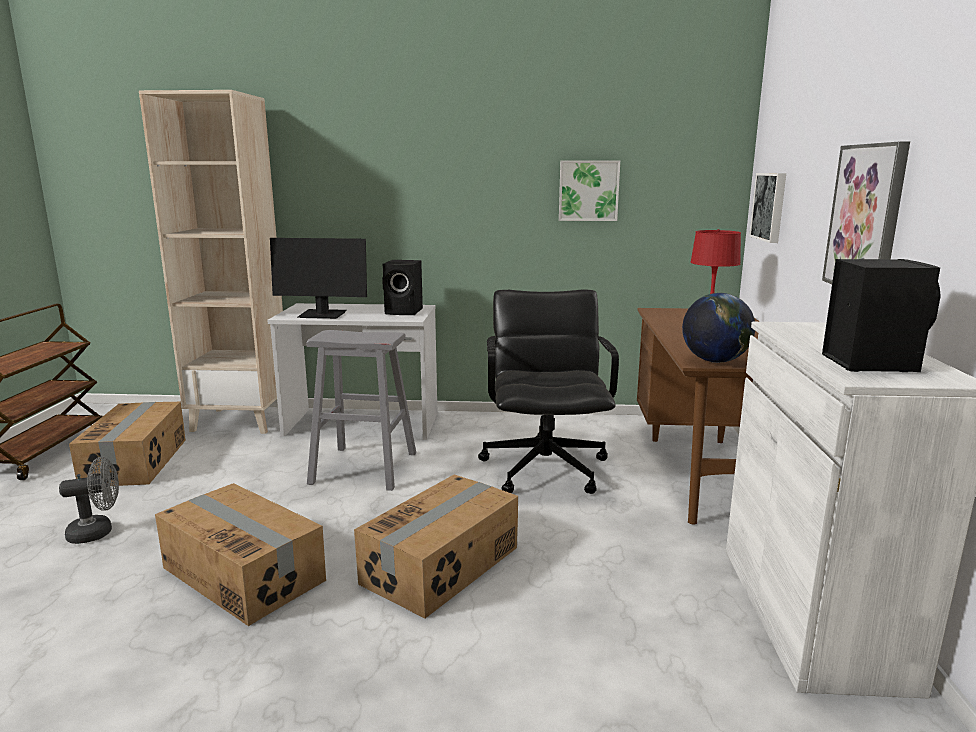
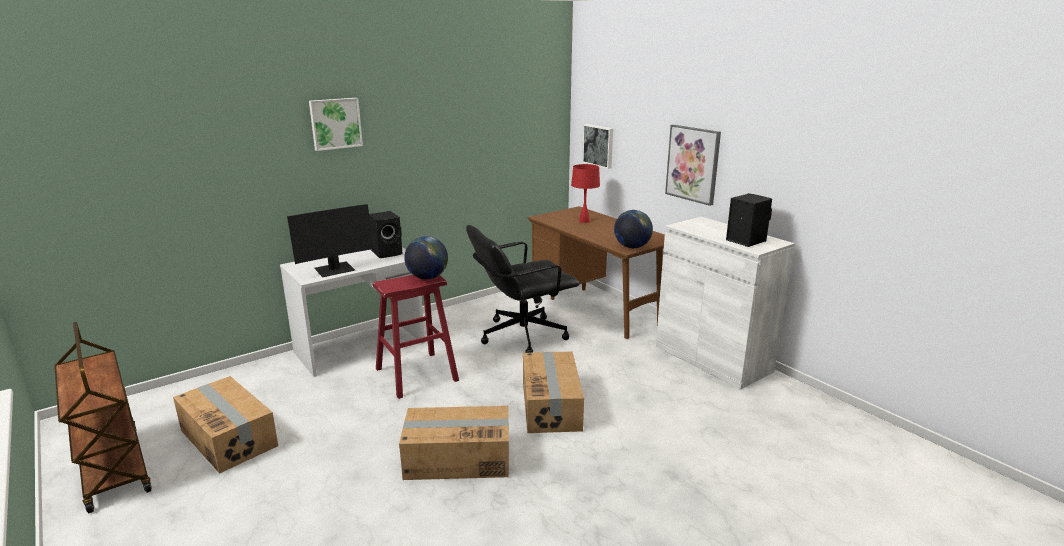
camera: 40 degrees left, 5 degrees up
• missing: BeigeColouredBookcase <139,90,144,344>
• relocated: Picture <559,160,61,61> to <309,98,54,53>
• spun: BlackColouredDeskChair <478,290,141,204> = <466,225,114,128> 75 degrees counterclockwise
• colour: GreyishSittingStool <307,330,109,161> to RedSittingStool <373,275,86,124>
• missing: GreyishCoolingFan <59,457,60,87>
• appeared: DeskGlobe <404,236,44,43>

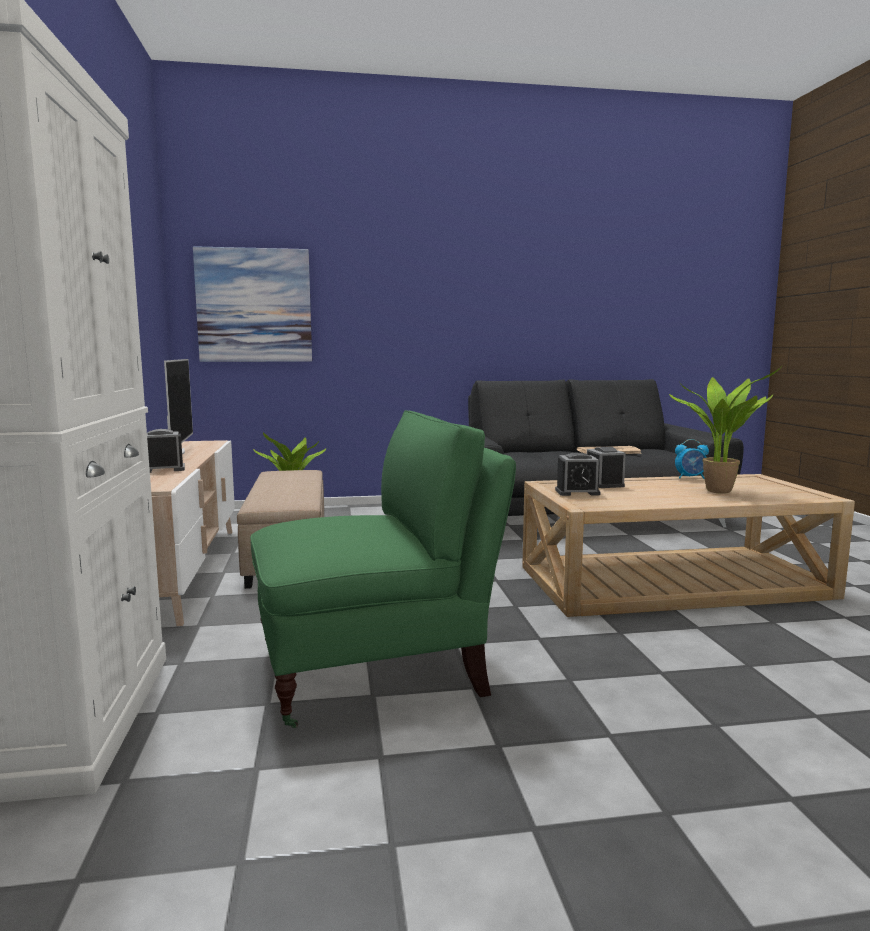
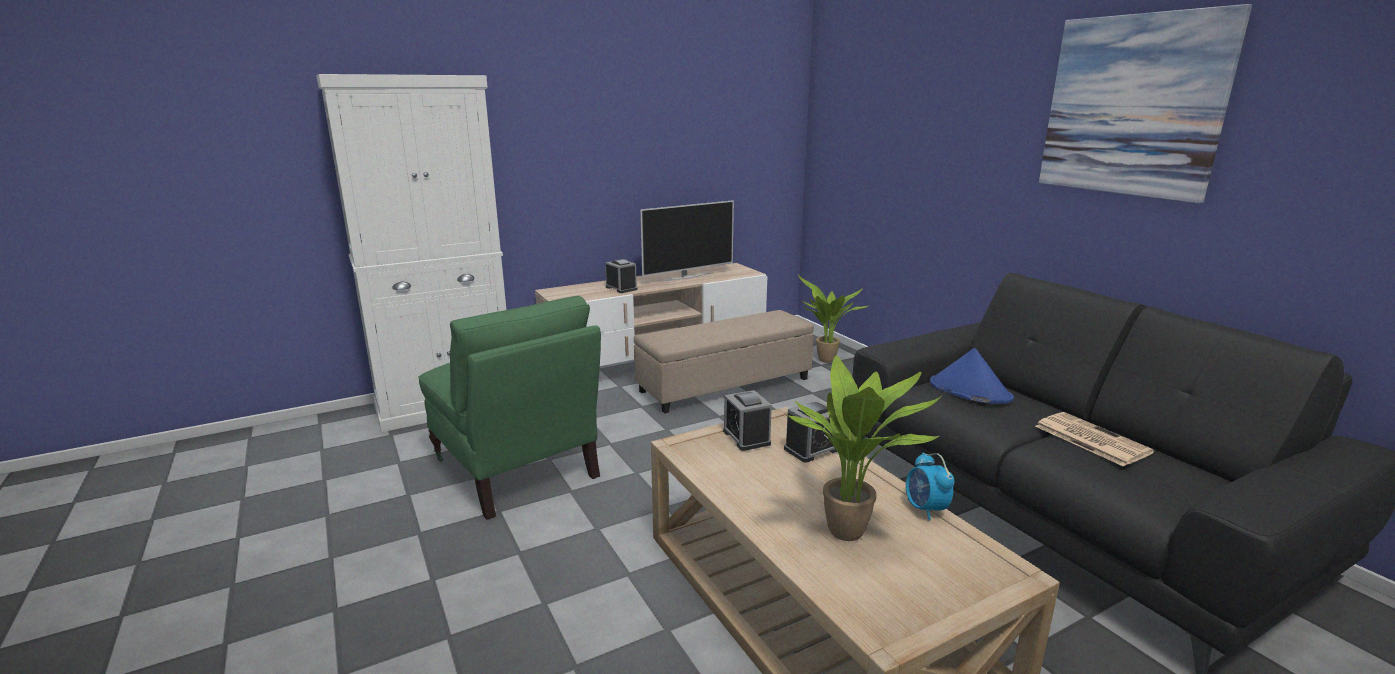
camera: 70 degrees right, 10 degrees up
• relocated: Picture <193,246,119,116> to <1039,4,213,199>
• appeared: BluishClothingHat <930,348,84,56>

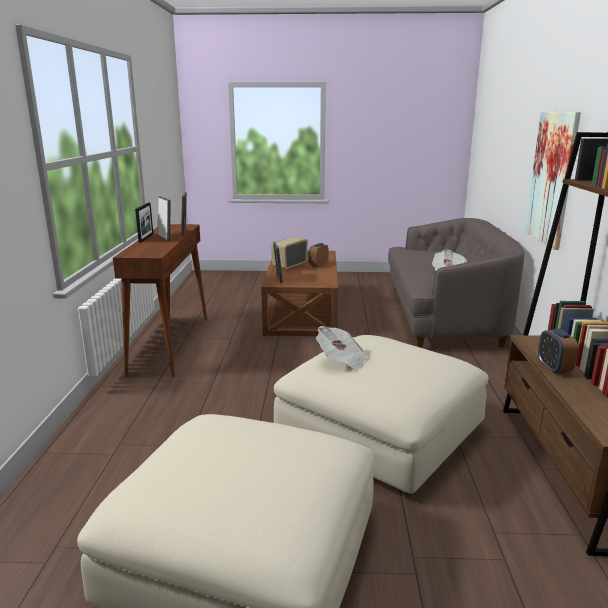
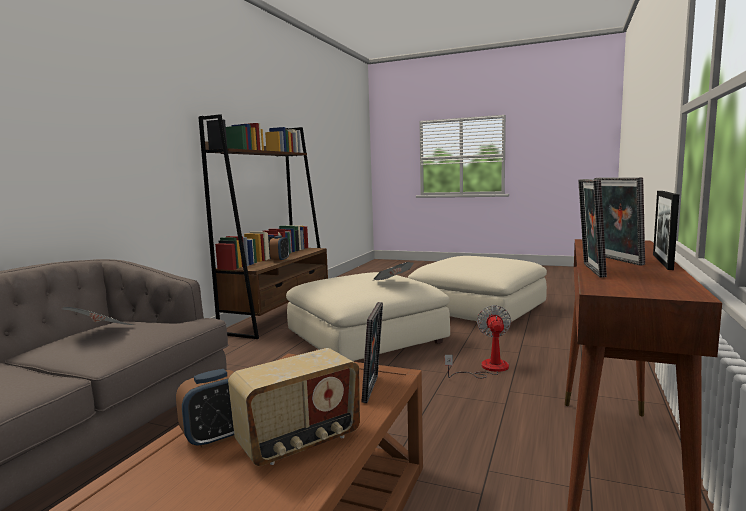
camera: 160 degrees left, 10 degrees down
• missing: Picture <525,112,56,138>
• appeared: CoolingFan <445,305,66,74>

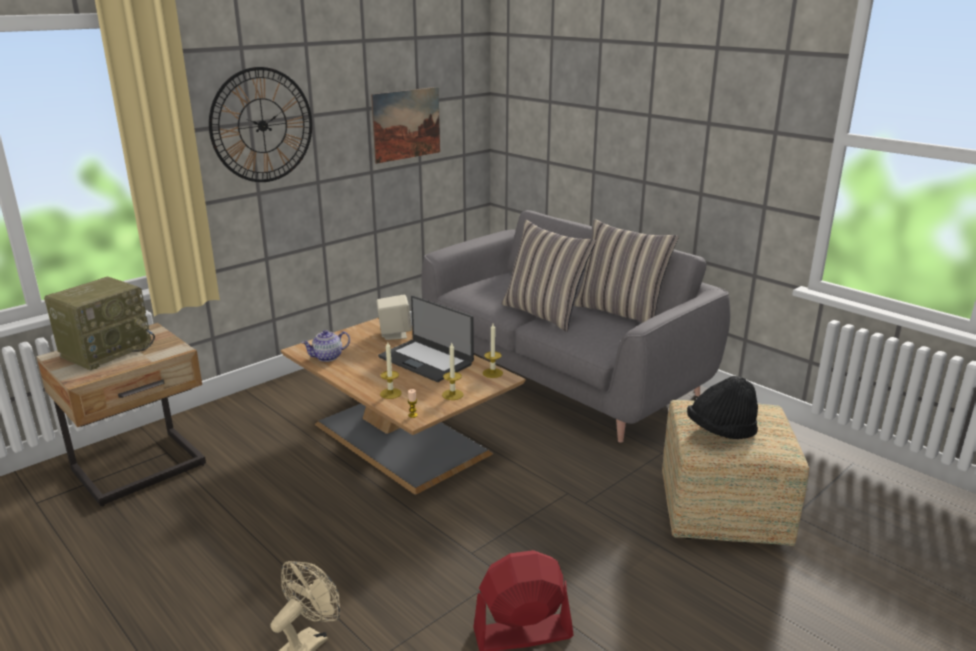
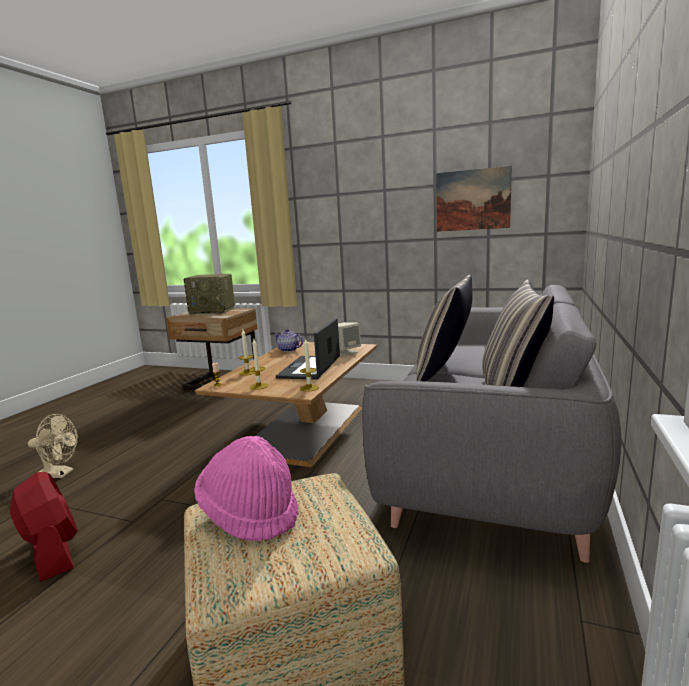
camera: 65 degrees right, 10 degrees down
• missing: WallClock <209,67,103,115>
• colour: BlackColouredClothingHat <687,376,71,63> to PinkColouredClothingHat <194,436,104,105>

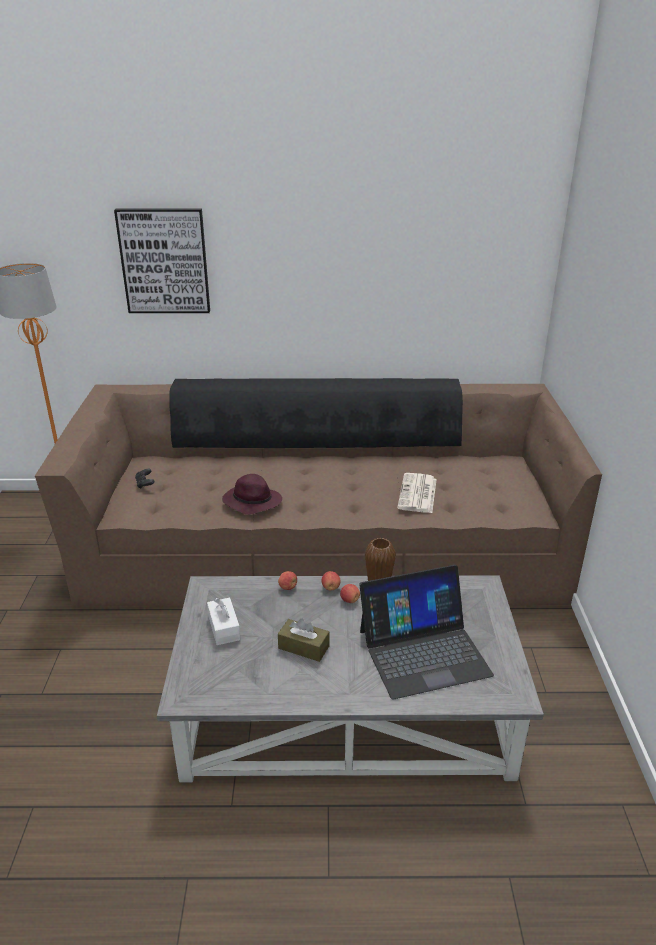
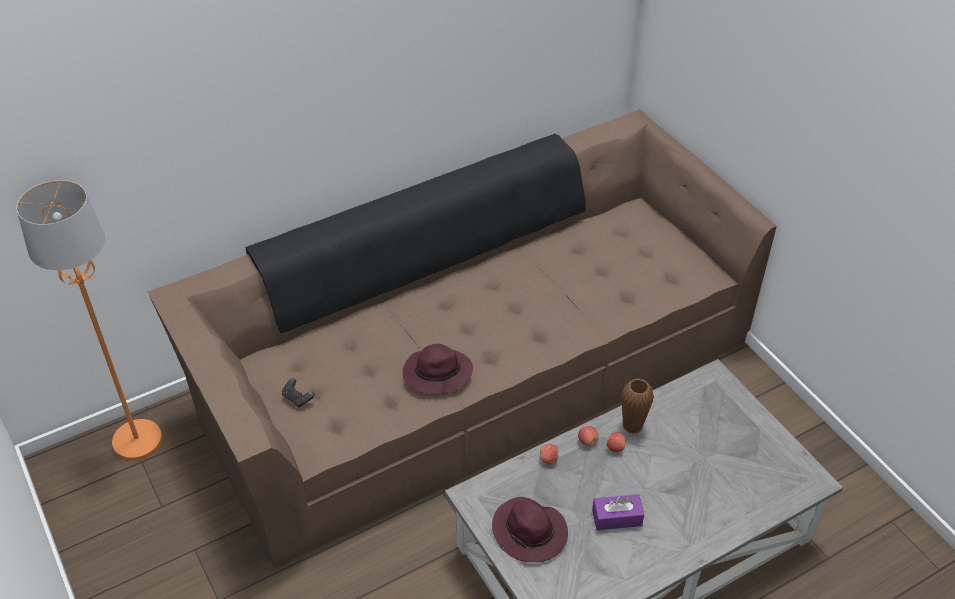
camera: 30 degrees left, 15 degrees up
• missing: Picture <114,208,96,105>
• missing: DailyPaper <397,473,40,40>
• missing: PortableComputer <359,565,135,134>
• exchanged: WhiteTissueHolder <207,597,33,48> to PurplishClothingHat <492,497,76,65>
• colour: BrownishTissueHolder <278,619,52,43> to PurplishTissueHolder <592,494,52,36>

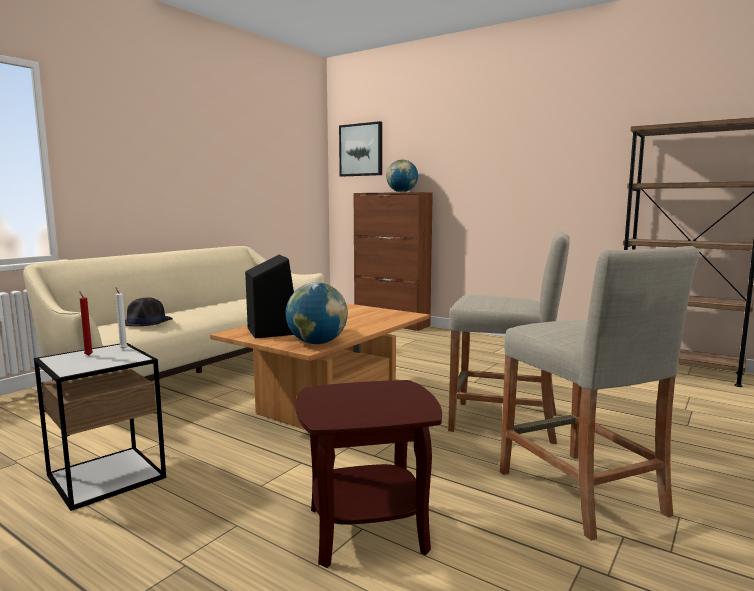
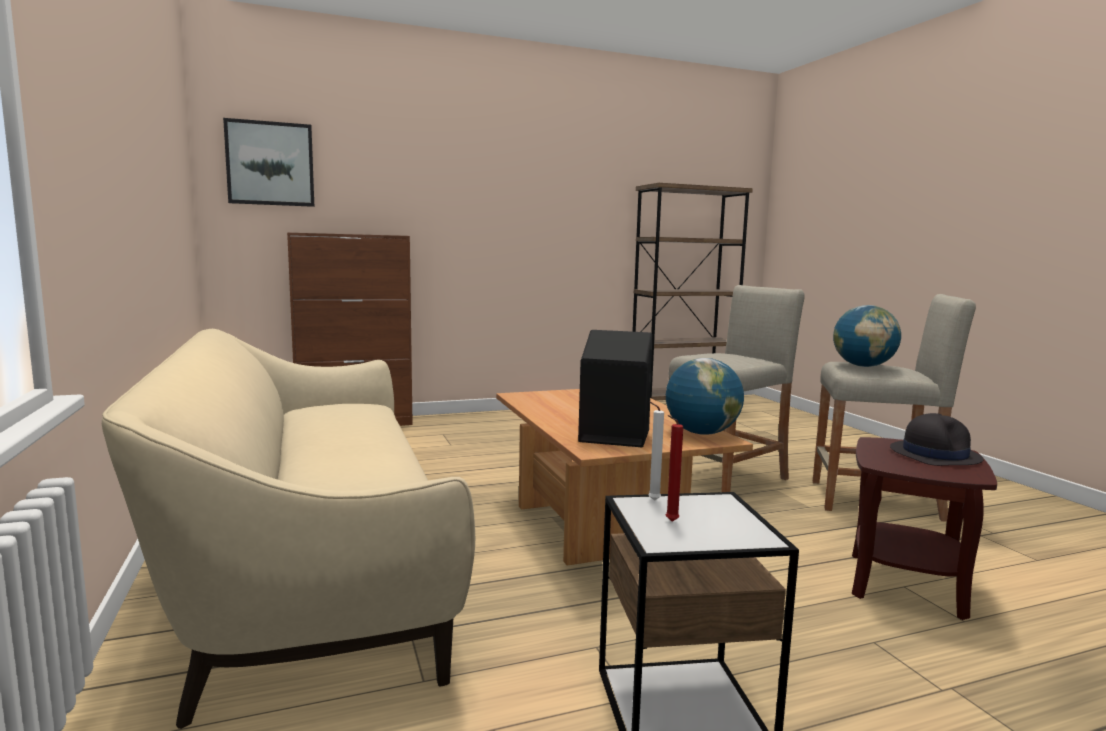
camera: 55 degrees left, 0 degrees up
• relocated: DeskGlobe <386,160,32,32> to <833,305,68,62>
• relocated: BlackColouredClothingHat <125,298,48,28> to <890,413,94,53>

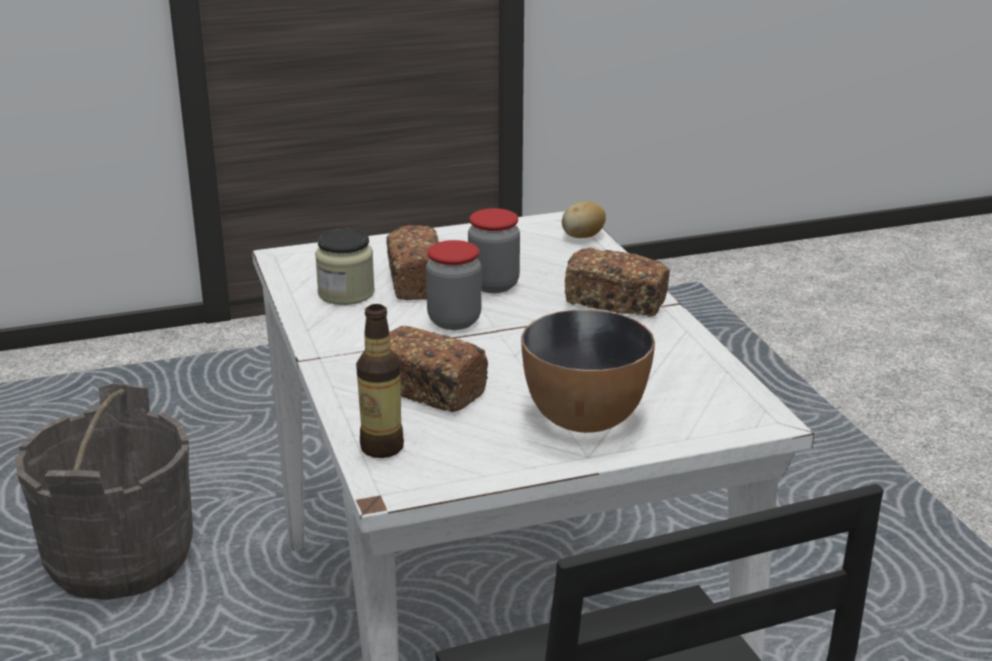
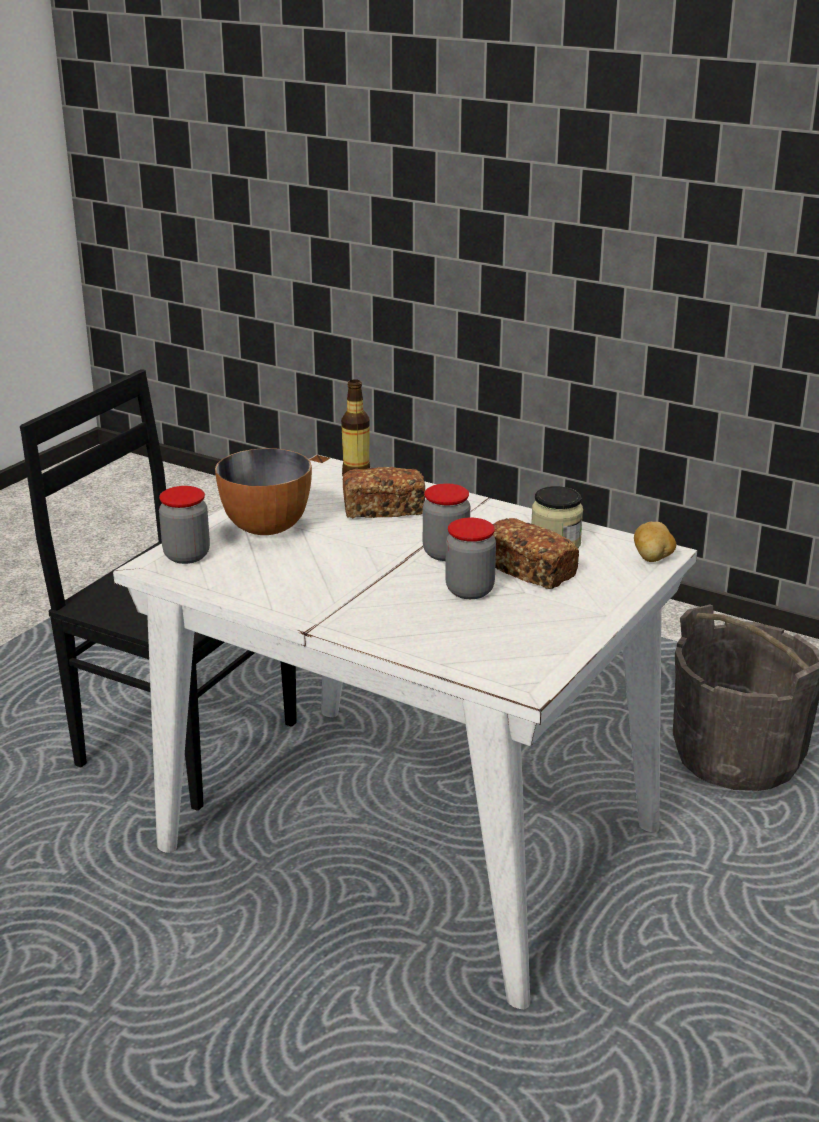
camera: 140 degrees right, 0 degrees up
• relocated: Potato <562,202,44,36> to <634,522,42,40>
• missing: Bread <565,248,105,69>
• appeared: StorageJar <159,486,51,78>

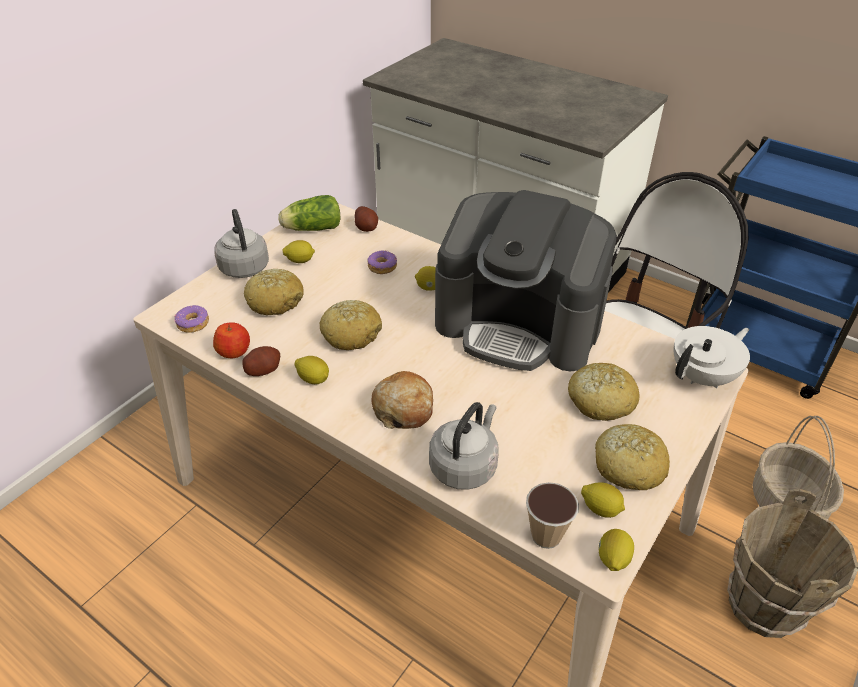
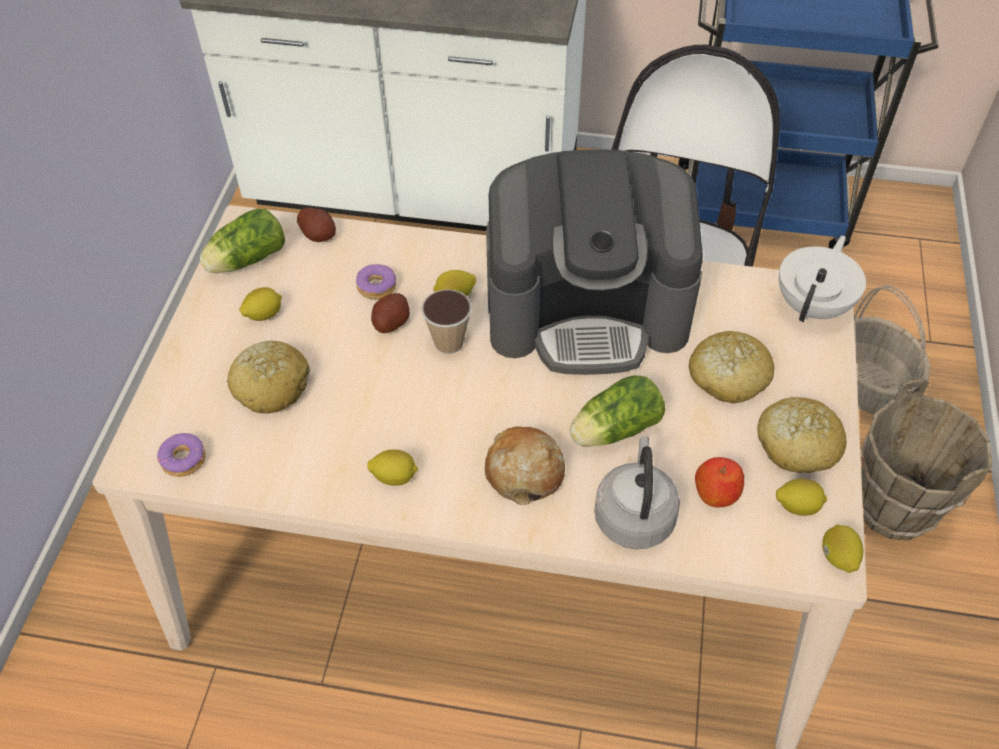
camera: 25 degrees left, 10 degrees up
• missing: GreyishWaterKettle <214,209,55,69>
• missing: Bread <319,300,63,50>
• relocated: WholeApple <213,322,37,36> to <695,457,49,51>
• relocated: Potato <242,346,38,30> to <371,293,39,40>
• relocated: Cup <526,482,53,67> to <421,289,51,65>
• appeared: LettuceHead <570,375,95,72>

